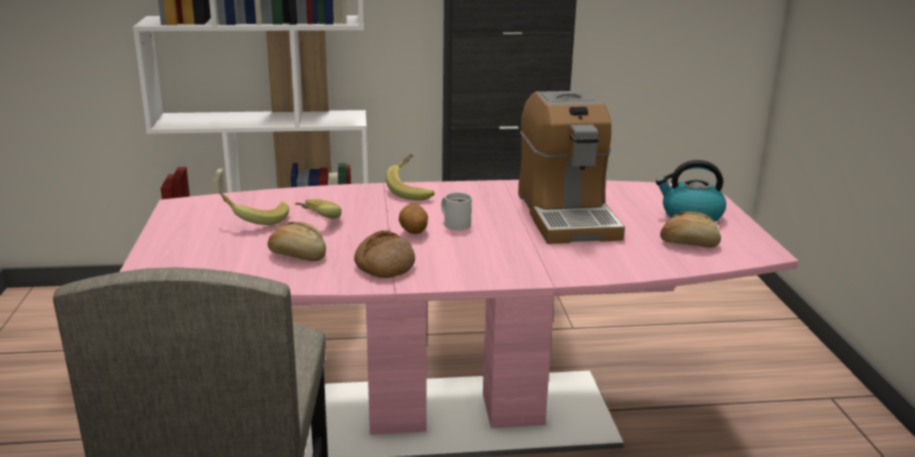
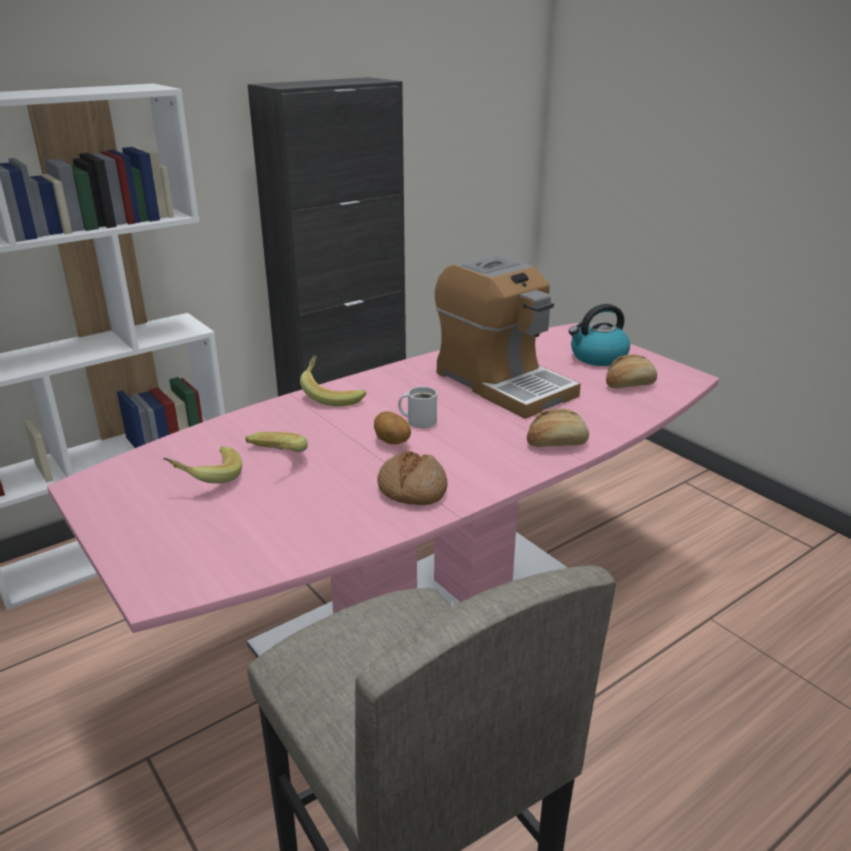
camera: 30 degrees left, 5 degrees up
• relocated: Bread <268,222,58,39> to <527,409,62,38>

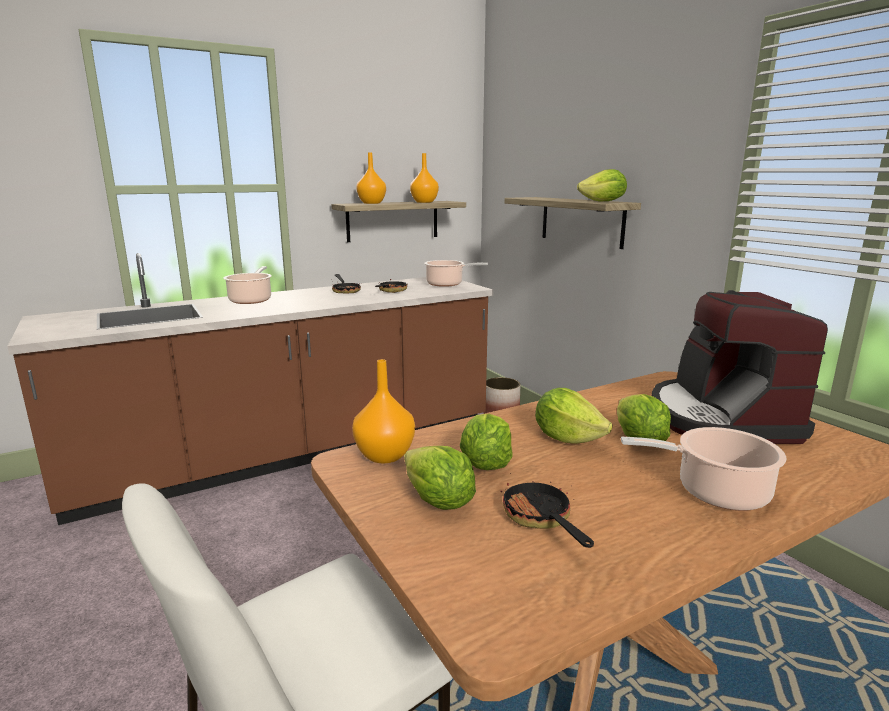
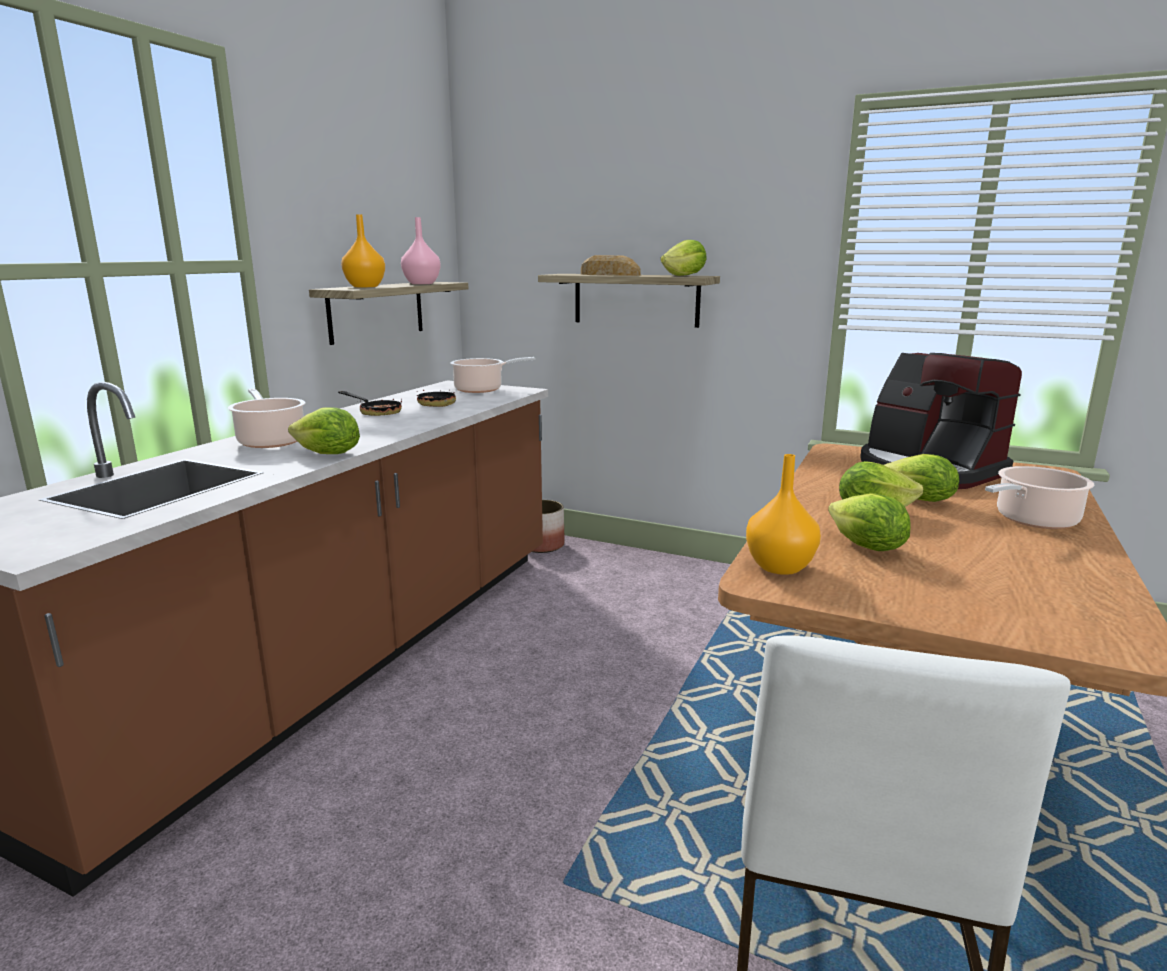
camera: 35 degrees left, 0 degrees up
• colour: OrangeColouredFlowerVase <410,153,29,50> to PinkColouredFlowerVase <401,217,40,67>
• relocated: LettuceHead <404,446,72,64> to <288,407,72,47>
• missing: Pan <500,473,94,75>
• appeared: Bread <581,255,60,21>

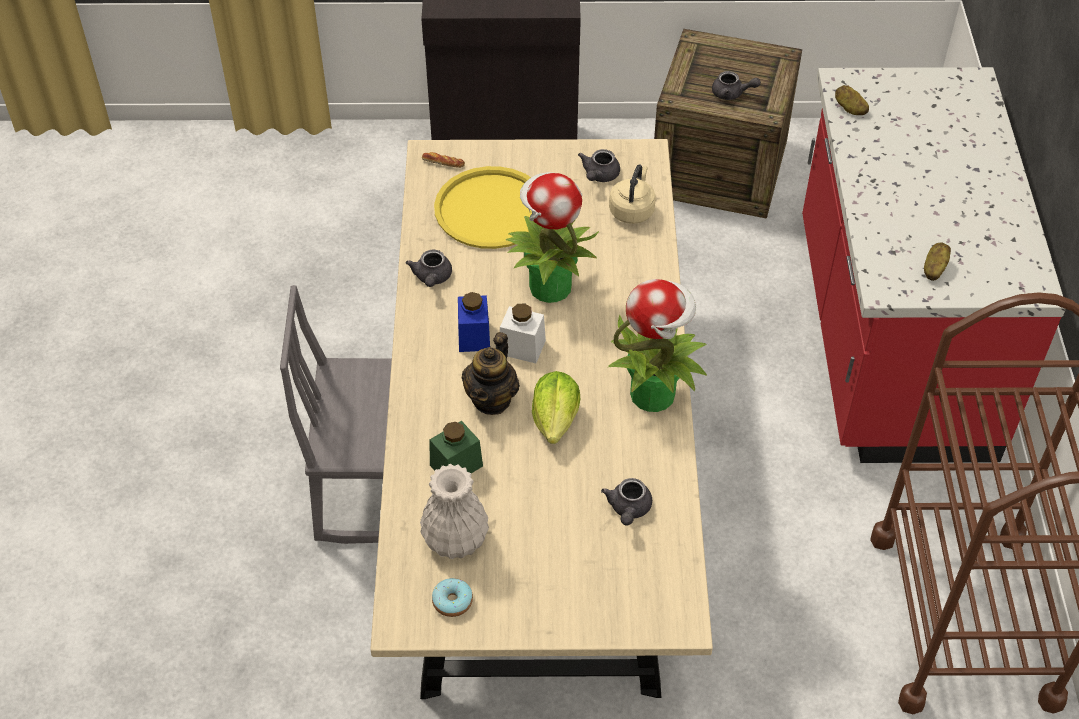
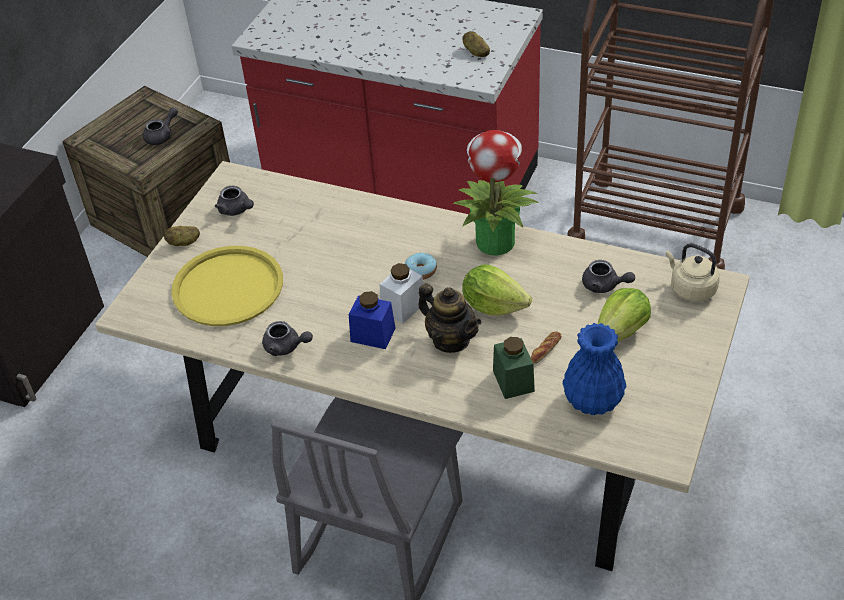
camera: 65 degrees left, 5 degrees down
• relocated: Potato <835,85,34,30> to <164,226,36,20>
• relocated: Bread <422,152,43,16> to <531,331,31,33>
• relocated: BeigeColouredWaterKettle <609,164,47,60> to <665,243,55,59>
• missing: PlantInAPot <506,172,93,131>
• colour: WhiteFlowerVase <420,464,69,95> to BluishFlowerVase <562,323,64,92>
• relocated: Doughnut <432,578,41,39> to <405,253,32,27>
• appeared: LettuceHead <598,288,53,54>

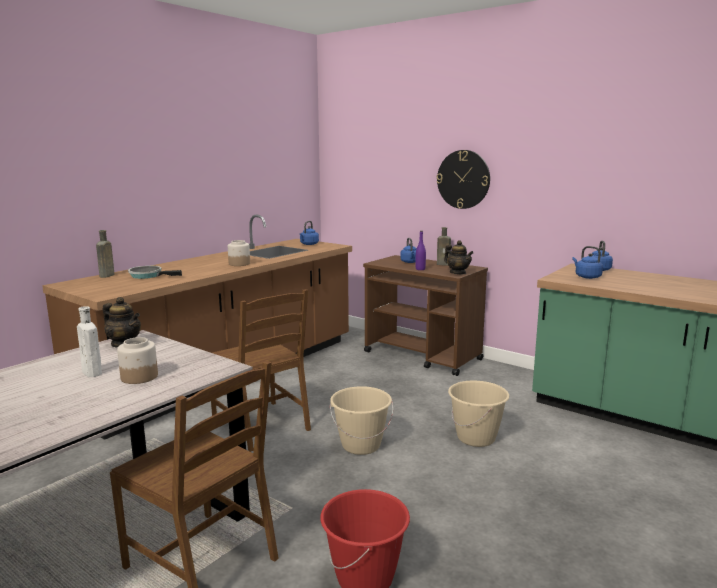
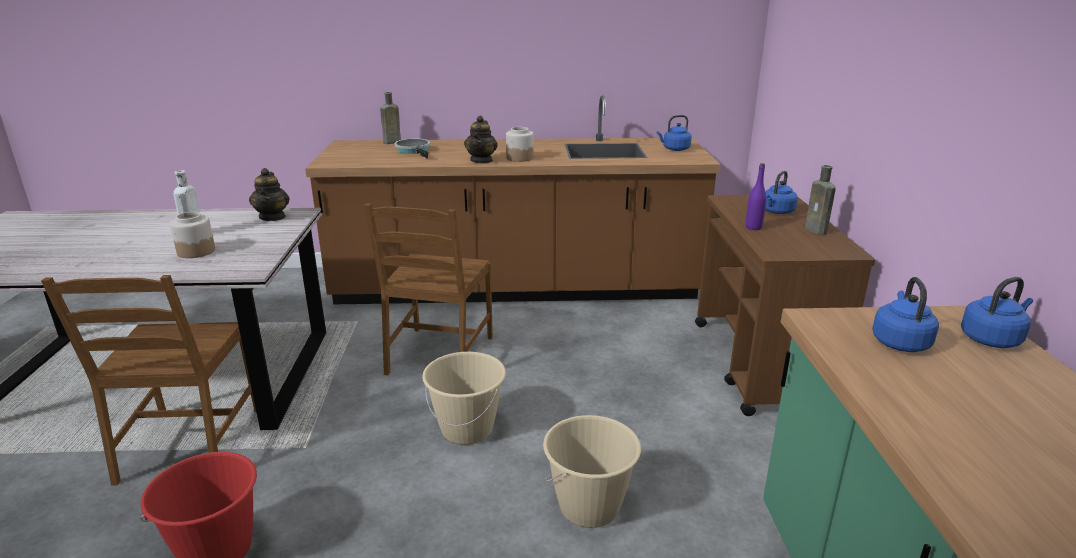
camera: 50 degrees right, 10 degrees up
• missing: WallClock <437,150,53,59>
• relocated: Teapot <444,240,30,34> to <464,116,34,48>

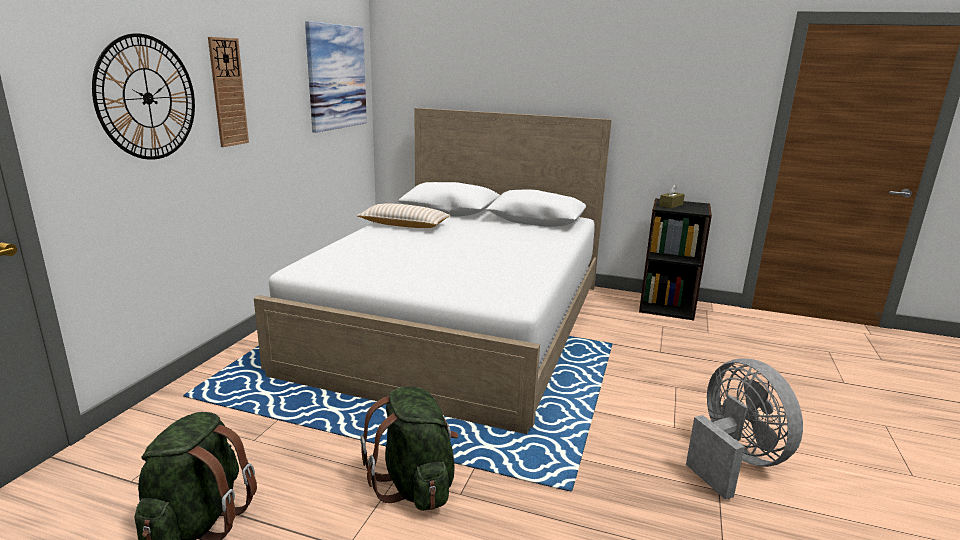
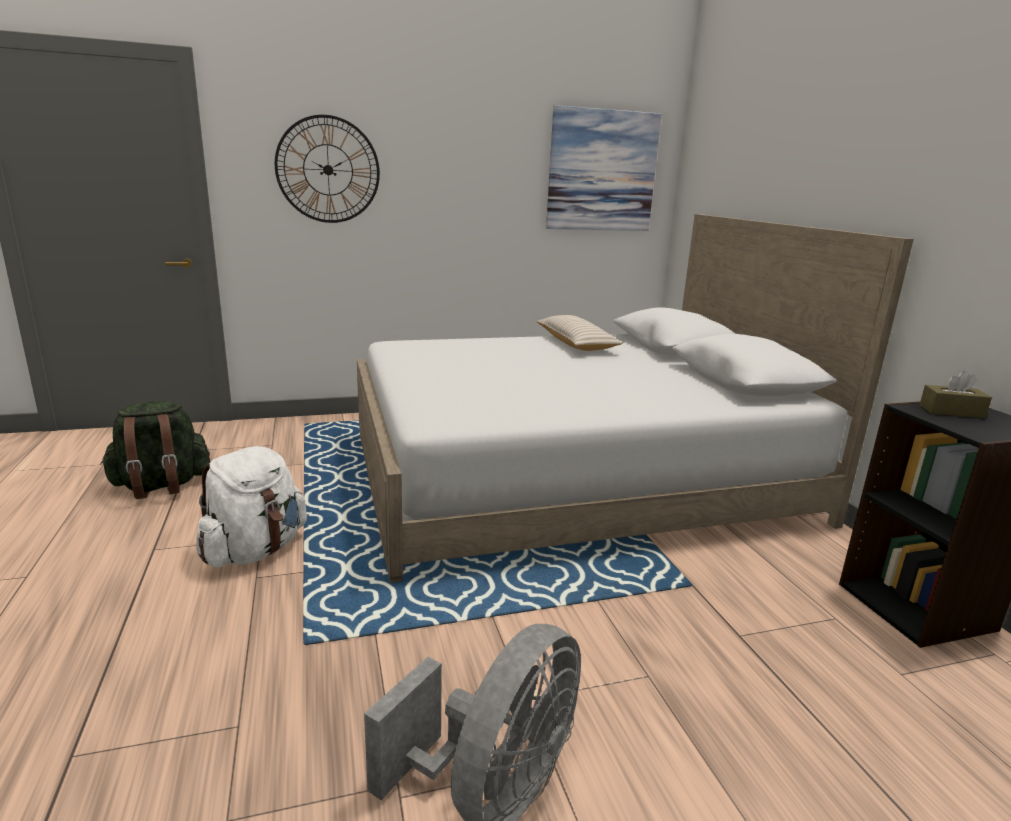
camera: 55 degrees right, 0 degrees up
• missing: WallClock <208,37,41,110>
• colour: GreenBackpack <360,386,99,125> to WhiteBackpack <196,446,111,122>

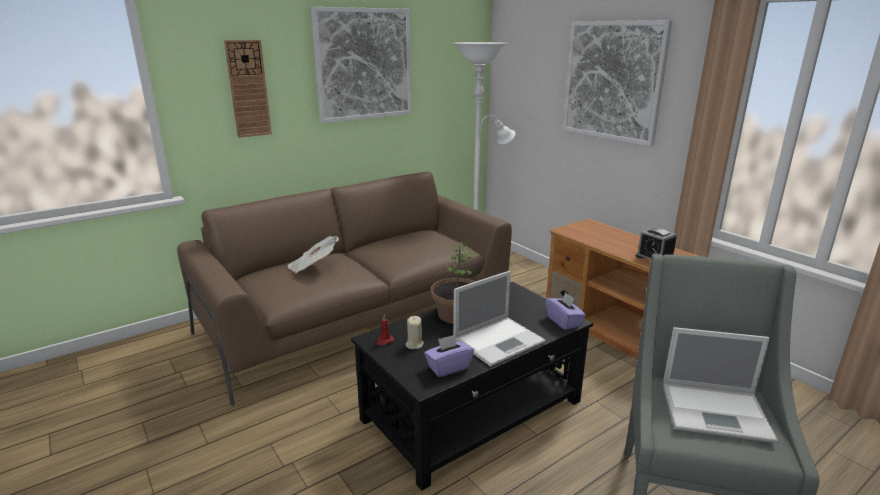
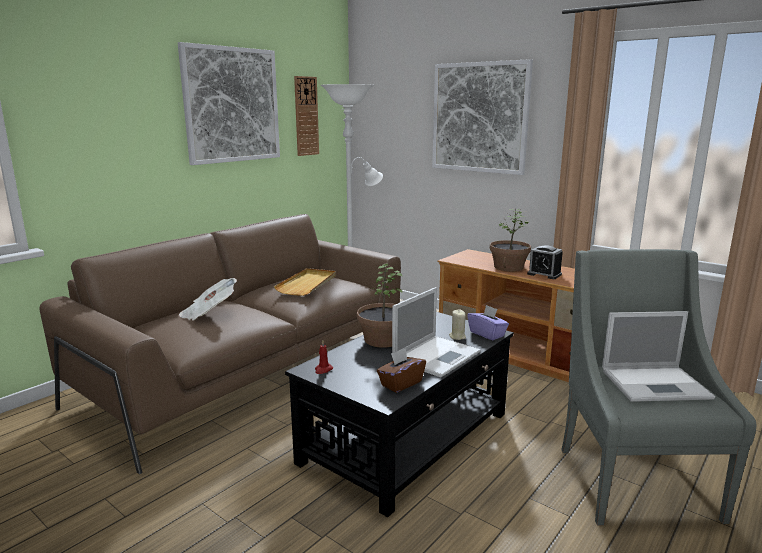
camera: 15 degrees left, 5 degrees down
• relocated: WallClock <224,40,48,98> to <294,76,25,80>
• relocated: BeigeColouredCandle <406,316,18,33> to <449,309,17,31>
• colour: PurplishTissueHolder <424,335,50,42> to BrownishTissueHolder <377,348,49,45>
• appeared: PlantInAPot <490,209,41,62>
• appeared: BeigeColouredCarryingTray <274,268,62,28>

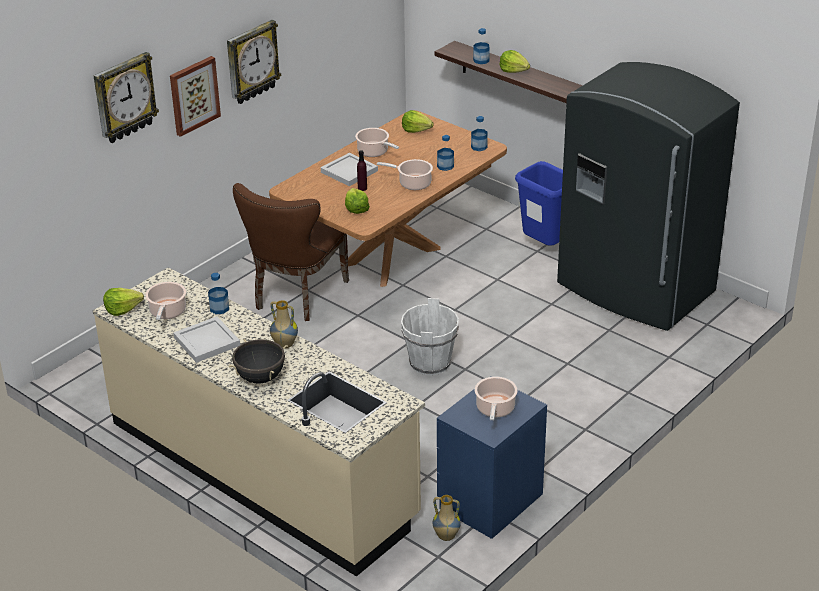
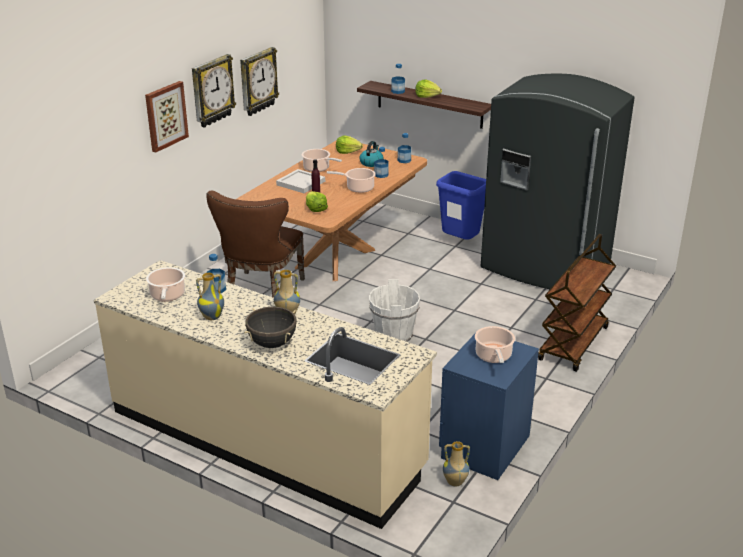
camera: 10 degrees left, 5 degrees down
• relocated: WallClock <93,52,66,91> to <240,47,39,69>
• missing: LettuceHead <103,288,41,28>
• exchanged: WhiteCarryingTray <173,316,67,47> to FlowerVase <196,273,28,47>
• appeared: WaterKettle <360,141,24,26>
• appeared: BrownishTrolley <538,234,78,138>

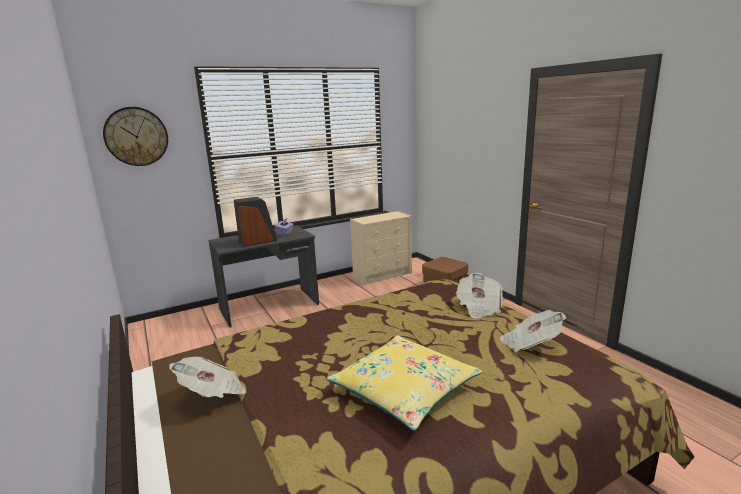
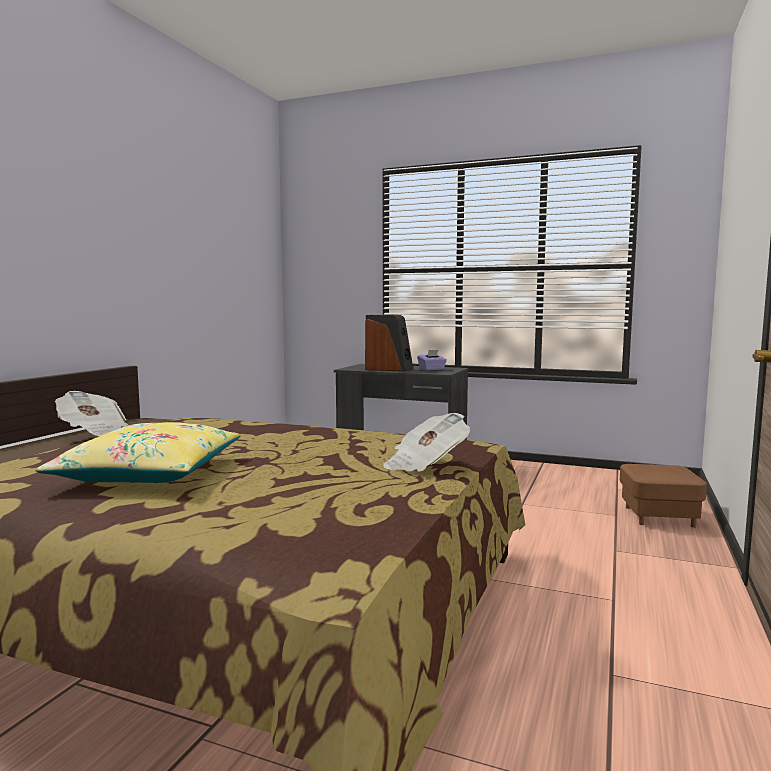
camera: 50 degrees right, 10 degrees down
• missing: WallClock <103,107,65,59>
• missing: BeigeColouredDresser <350,211,62,75>
• missing: DailyPaper <500,310,66,42>

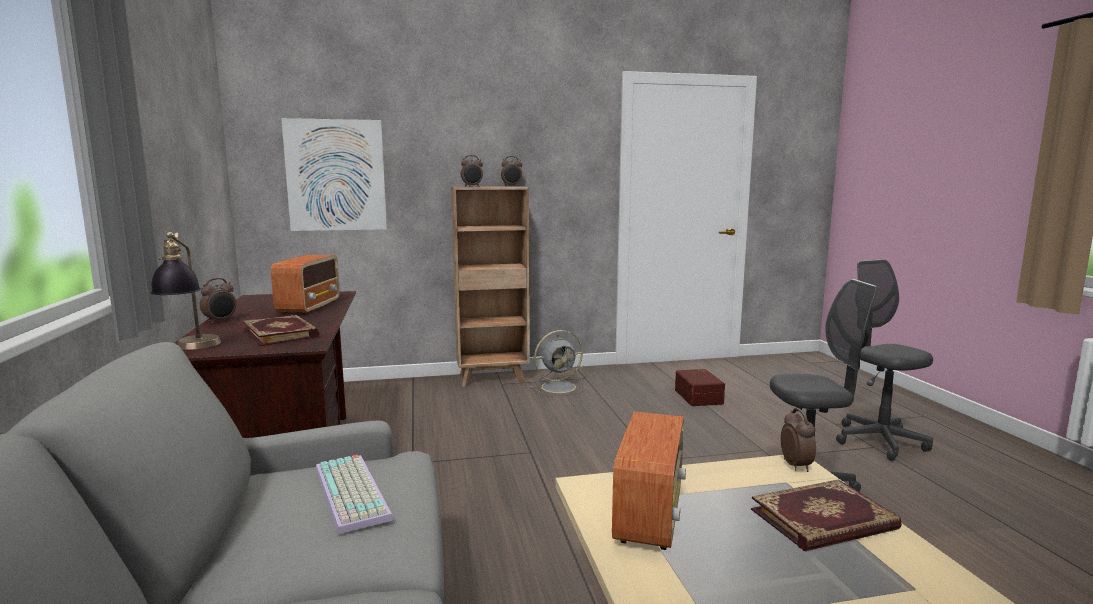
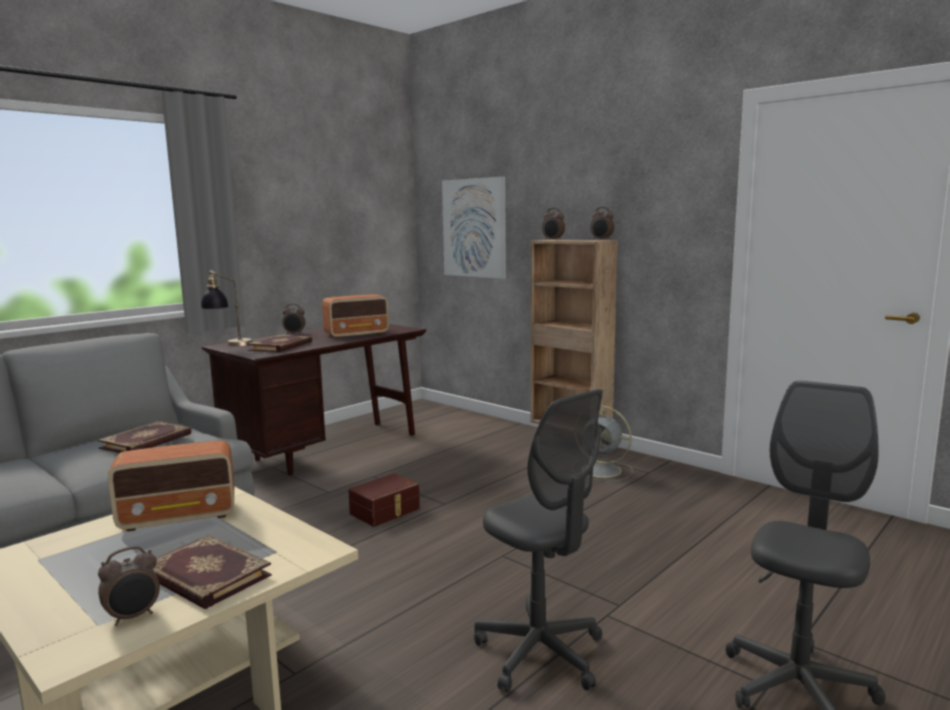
camera: 55 degrees right, 0 degrees up
• relocated: BrownishStorageBin <675,369,50,37> to <348,473,72,54>
• relocated: BedsideClock <781,408,35,64> to <98,546,62,80>
• exchanged: ComputerKeyboard <316,455,77,79> to Book <97,421,94,32>

